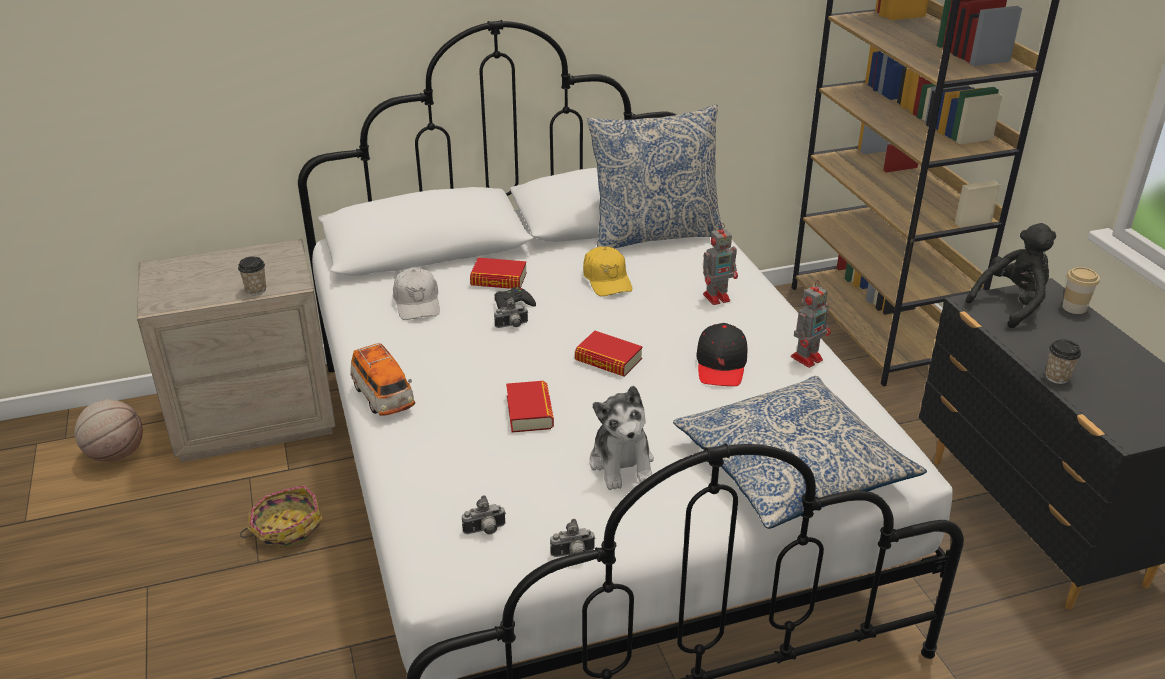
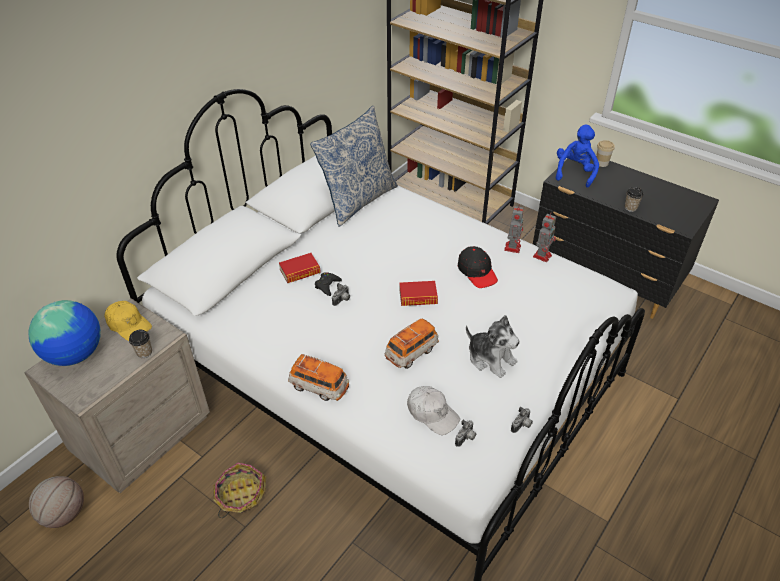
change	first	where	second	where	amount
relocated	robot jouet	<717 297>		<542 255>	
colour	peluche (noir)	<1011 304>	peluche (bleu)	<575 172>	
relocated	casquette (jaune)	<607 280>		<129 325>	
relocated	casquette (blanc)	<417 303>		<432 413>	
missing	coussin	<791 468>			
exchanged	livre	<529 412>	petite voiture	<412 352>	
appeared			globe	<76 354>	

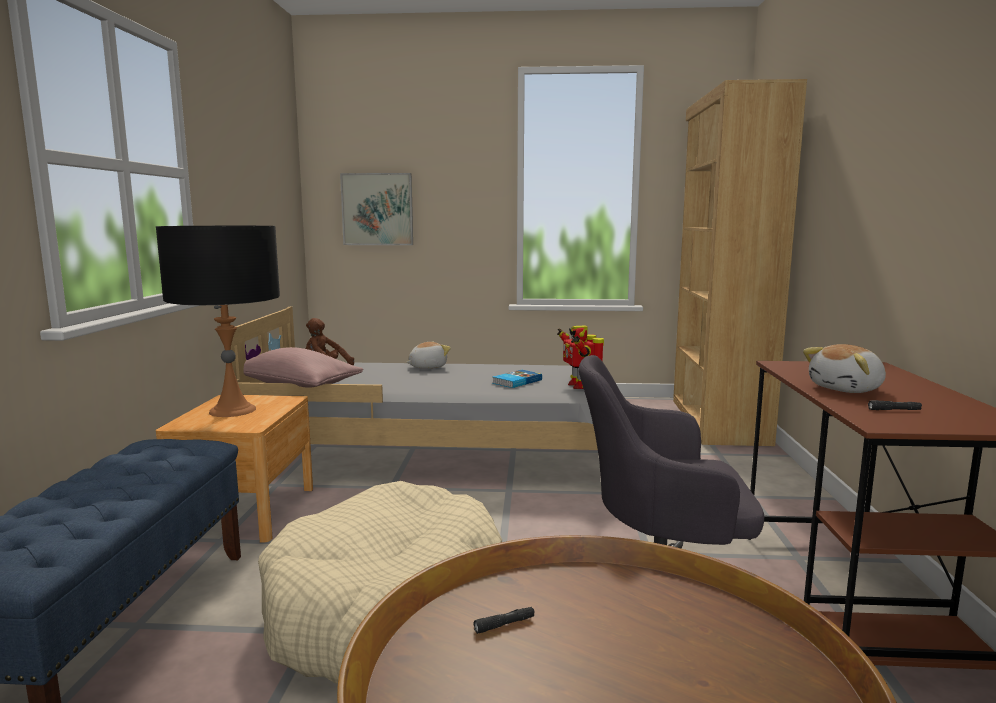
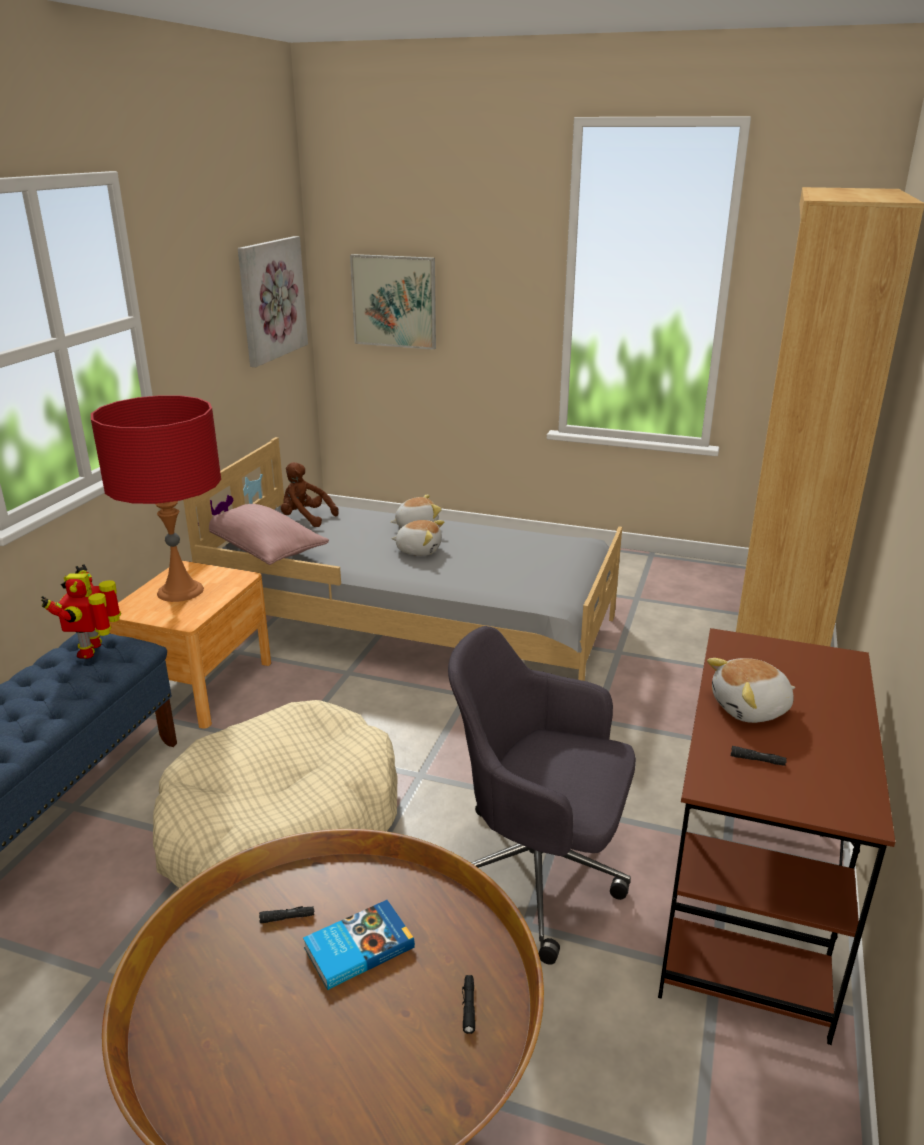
change	first	where	second	where	amount
colour	lampe de table (noir)	<232 410>	lampe de table (rouge)	<180 591>	
relocated	robot jouet	<578 386>		<93 650>	
relocated	livre	<516 381>		<357 947>	
appeared			tableau	<271 299>	
appeared			peluche	<419 550>	
appeared			lampe de poche (noir)	<468 1007>	

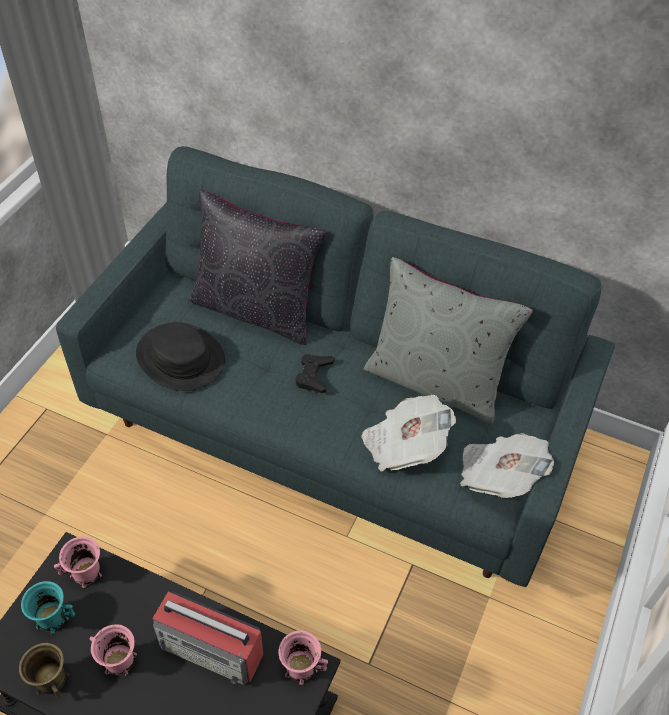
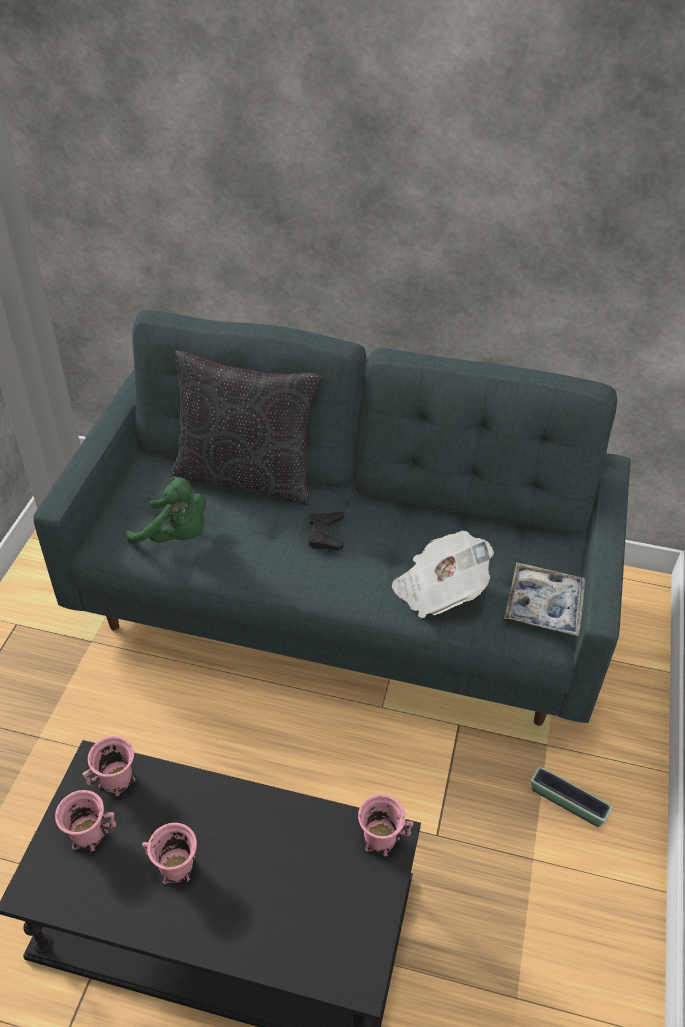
change	first	where	second	where	amount
missing	coussin (gris)	<435 381>			
exchanged	chapeau (noir)	<180 358>	peluche (vert)	<175 536>	
exchanged	journal	<498 475>	plateau	<544 605>	
colour	mug (turquoise)	<52 617>	mug (rose)	<88 834>	
missing	radio	<212 650>			
missing	mug (marron)	<51 679>			
appeared			cache-pot	<567 803>	

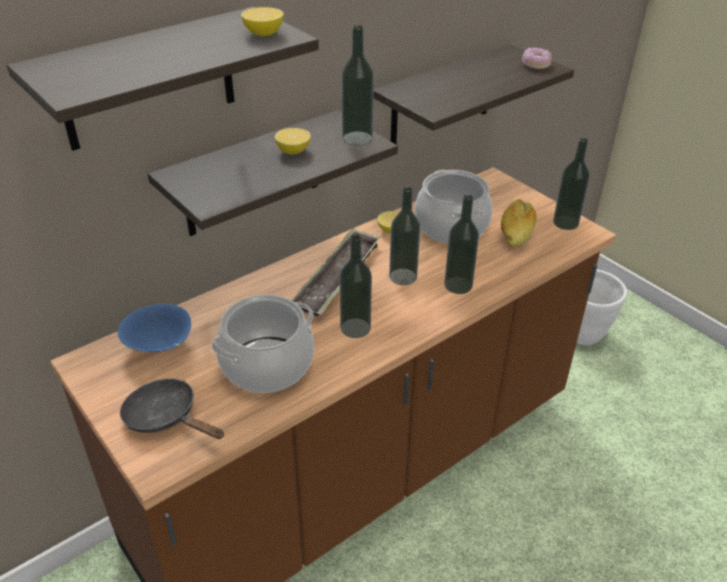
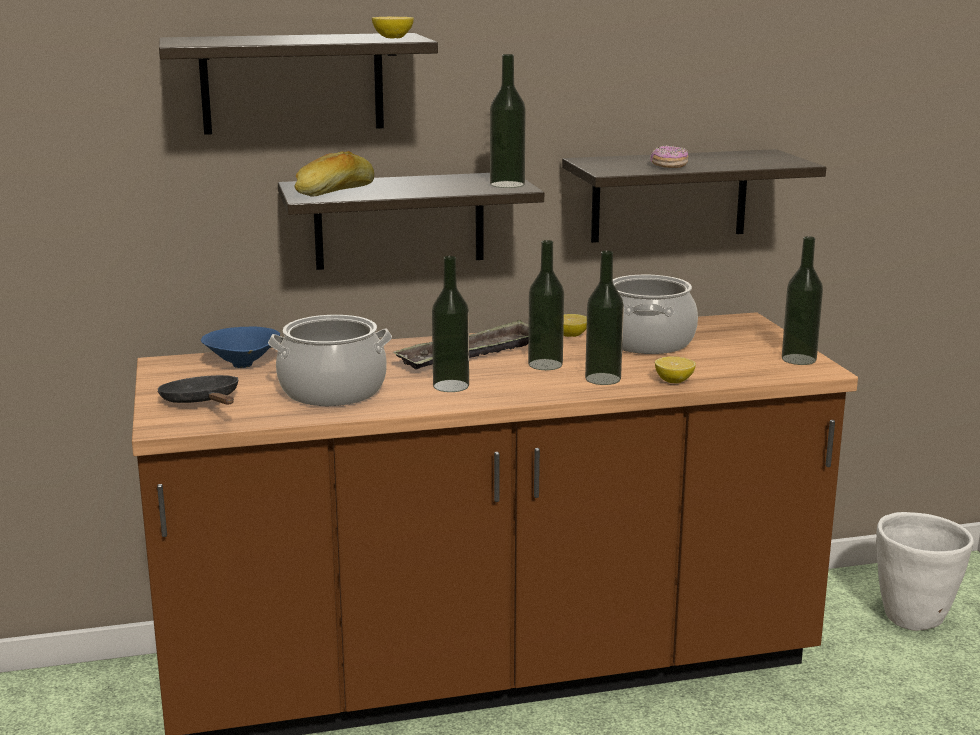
change	first	where	second	where	amount
relocated	beignet	<535 65>		<669 166>	
relocated	citron	<293 151>		<674 381>	
relocated	pain	<516 232>		<335 191>	

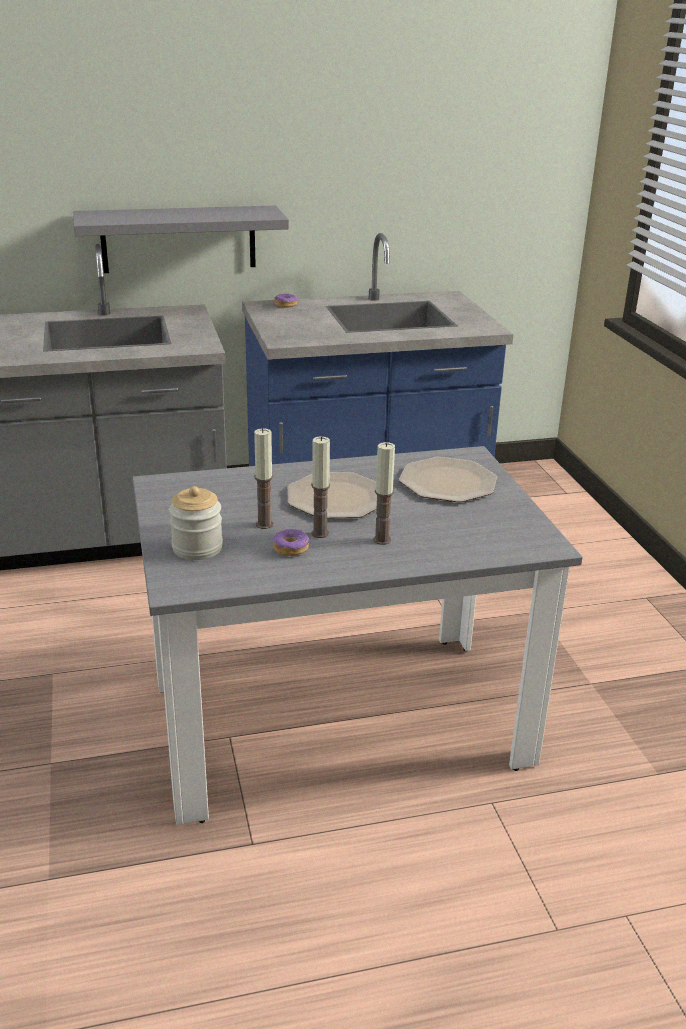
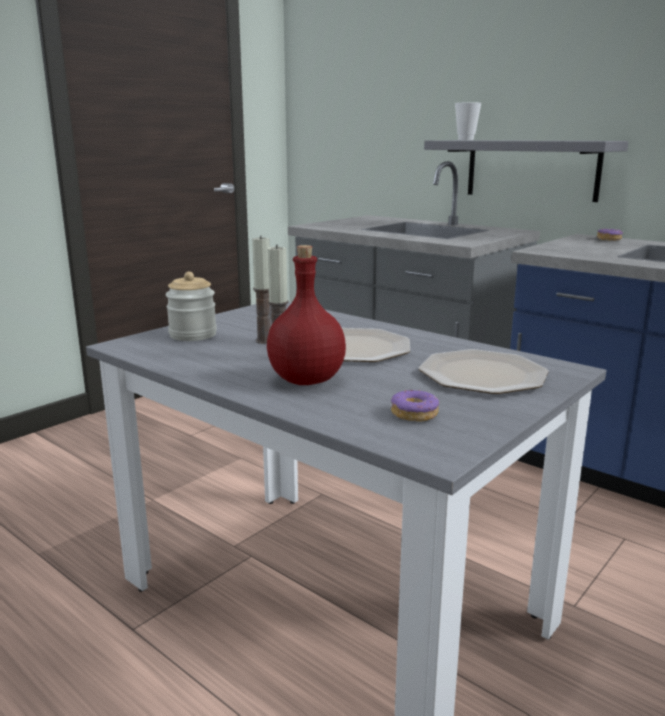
change	first	where	second	where	amount
exchanged	bougie	<382 540>	bouteille (rouge)	<306 380>	
relocated	beignet	<291 548>		<414 414>	
appeared			tasse	<465 140>	

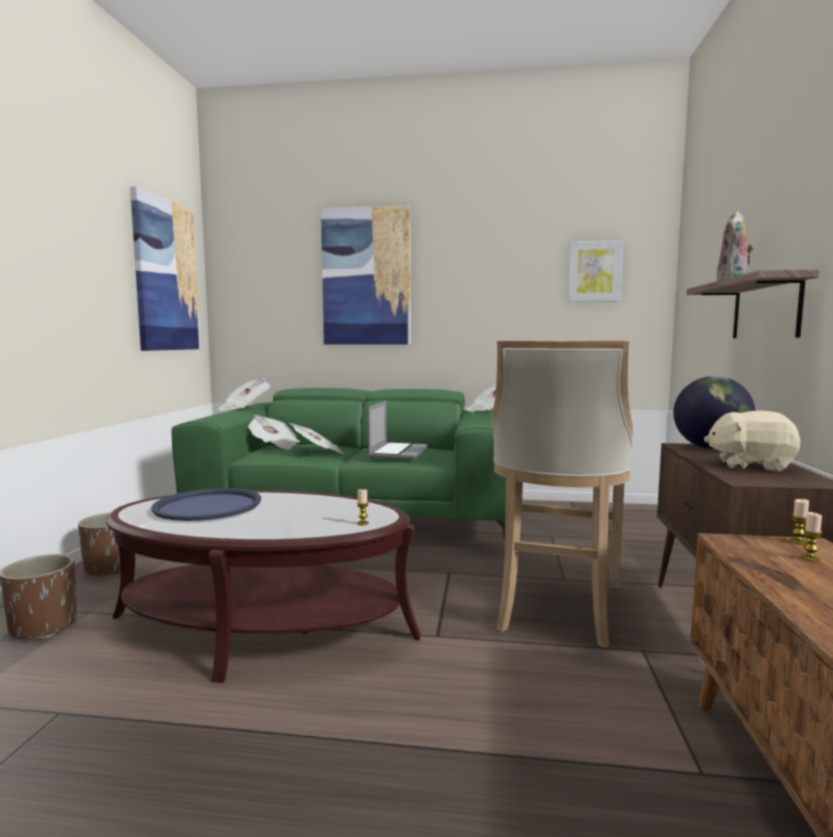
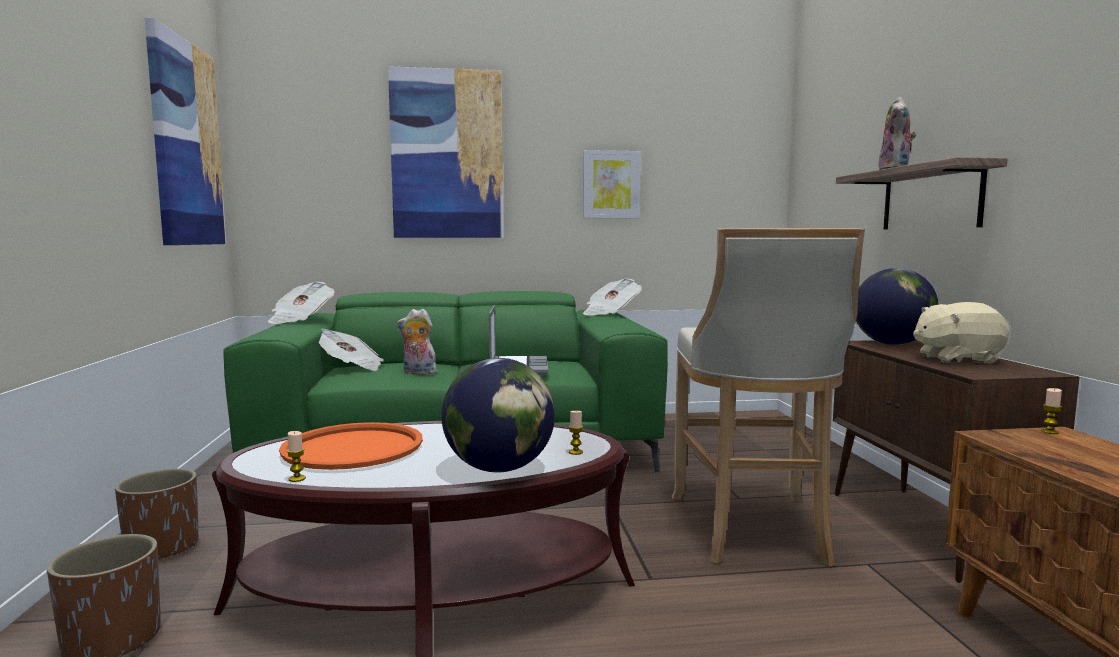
change	first	where	second	where	amount
relocated	tableau	<594 271>		<611 184>	
exchanged	journal	<318 453>	peluche	<418 373>	
colour	plateau (bleu)	<208 506>	plateau (orange)	<353 447>	
relocated	bougie	<809 558>		<297 479>	
appeared			globe	<499 469>	

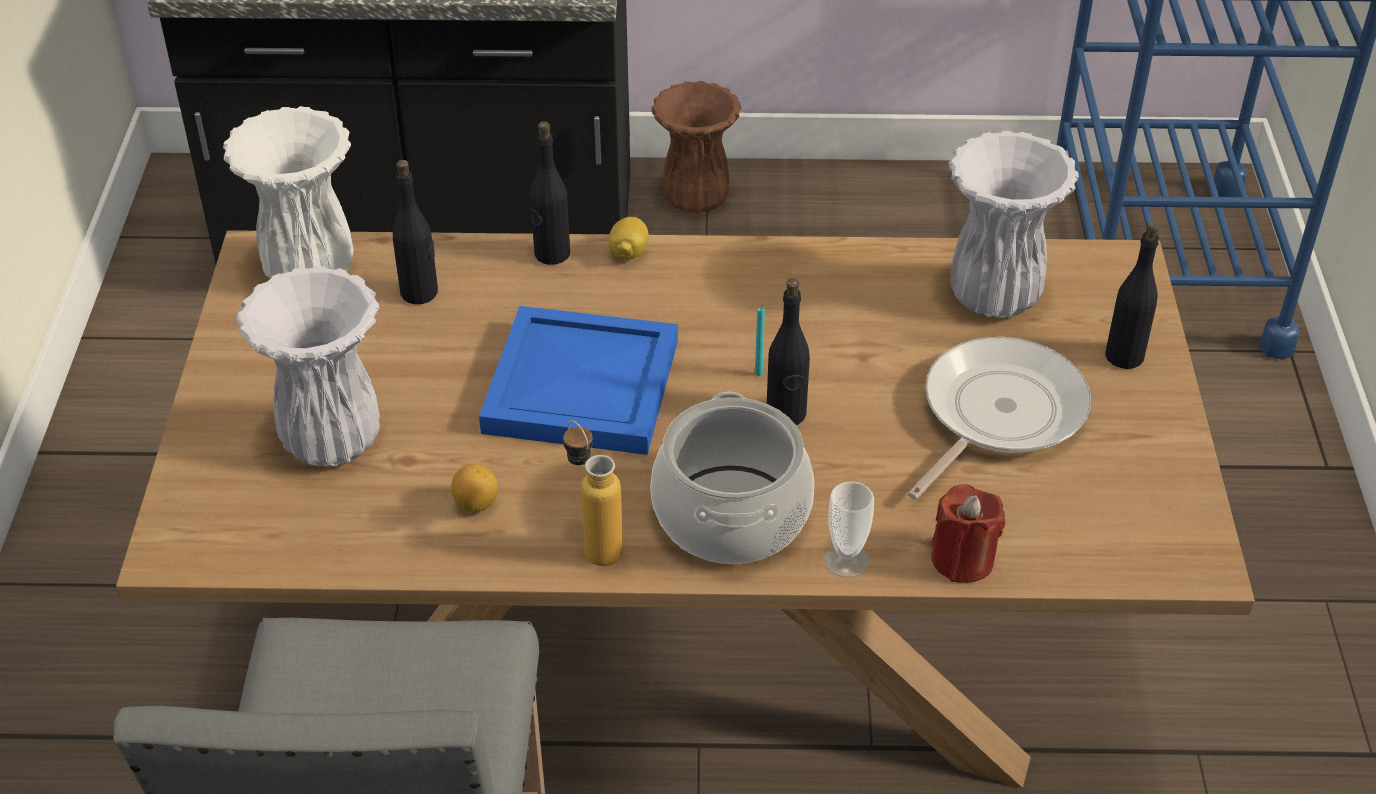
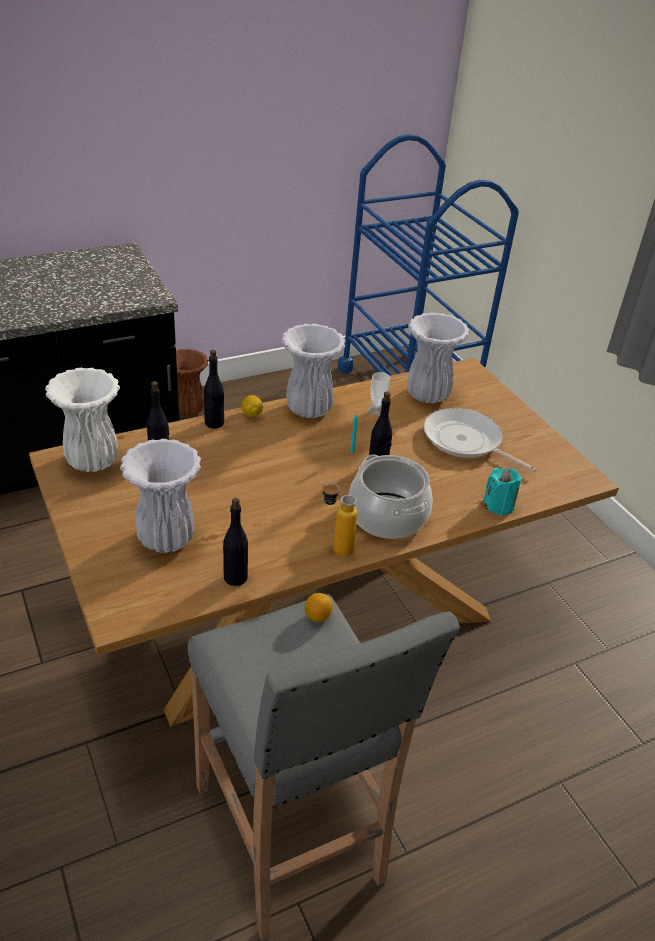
change	first	where	second	where	amount
relocated	bouteille (noir)	<1124 356>		<235 577>	
missing	plateau (bleu)	<578 388>			
spun	poêle	<997 414>		<465 441>	60 degrees counterclockwise
relocated	citron	<476 504>		<317 616>	
relocated	tasse	<846 560>		<377 410>	
colour	bougie (rouge)	<962 559>	bougie (turquoise)	<498 505>	
appeared			vase (blanc)	<308 409>	

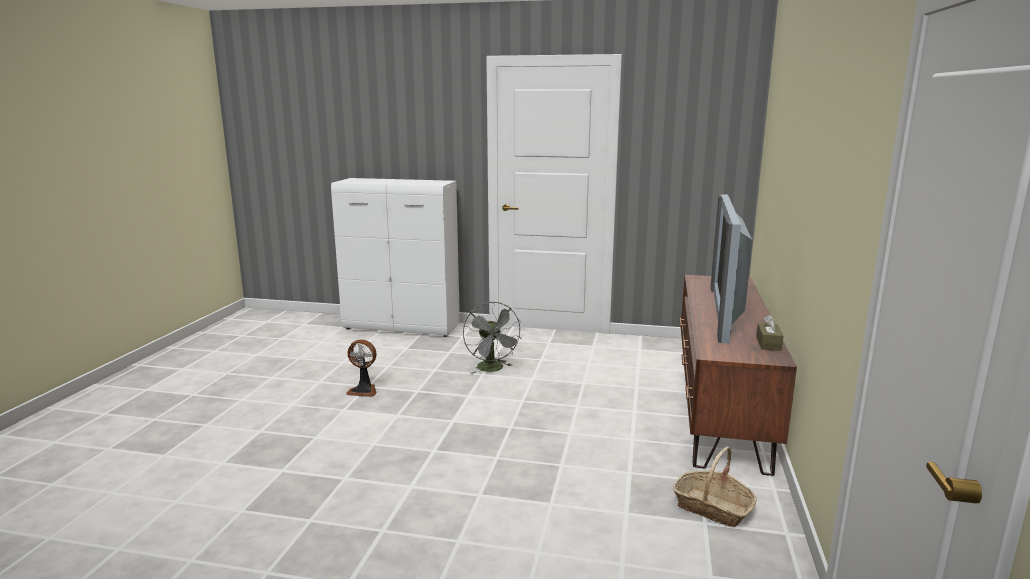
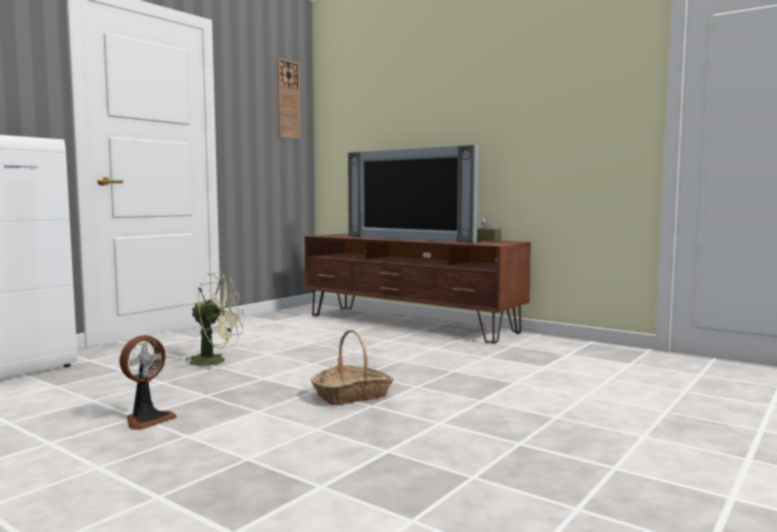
change	first	where	second	where	amount
colour	ventilateur (gris)	<493 369>	ventilateur (vert)	<216 362>	
relocated	panier	<713 508>		<352 395>	
appeared			horloge murale	<288 99>	

